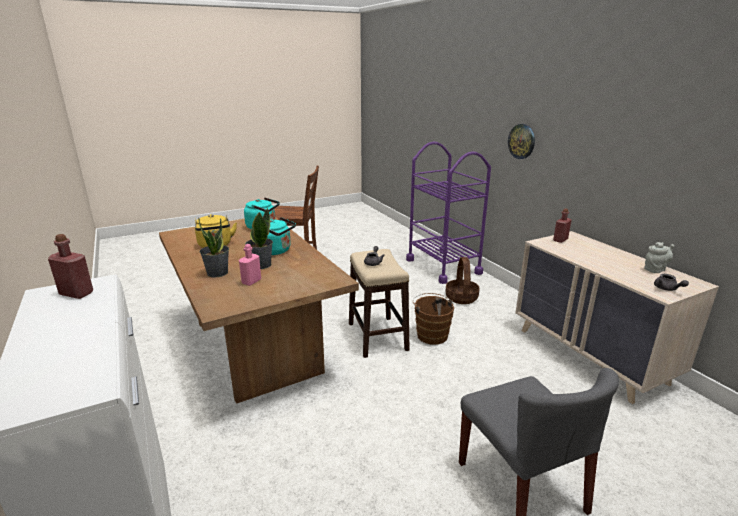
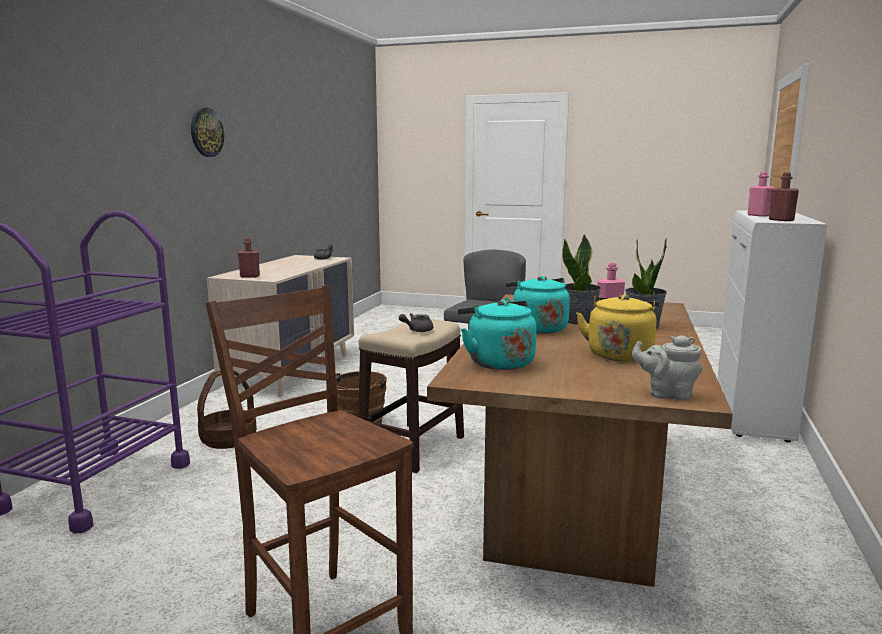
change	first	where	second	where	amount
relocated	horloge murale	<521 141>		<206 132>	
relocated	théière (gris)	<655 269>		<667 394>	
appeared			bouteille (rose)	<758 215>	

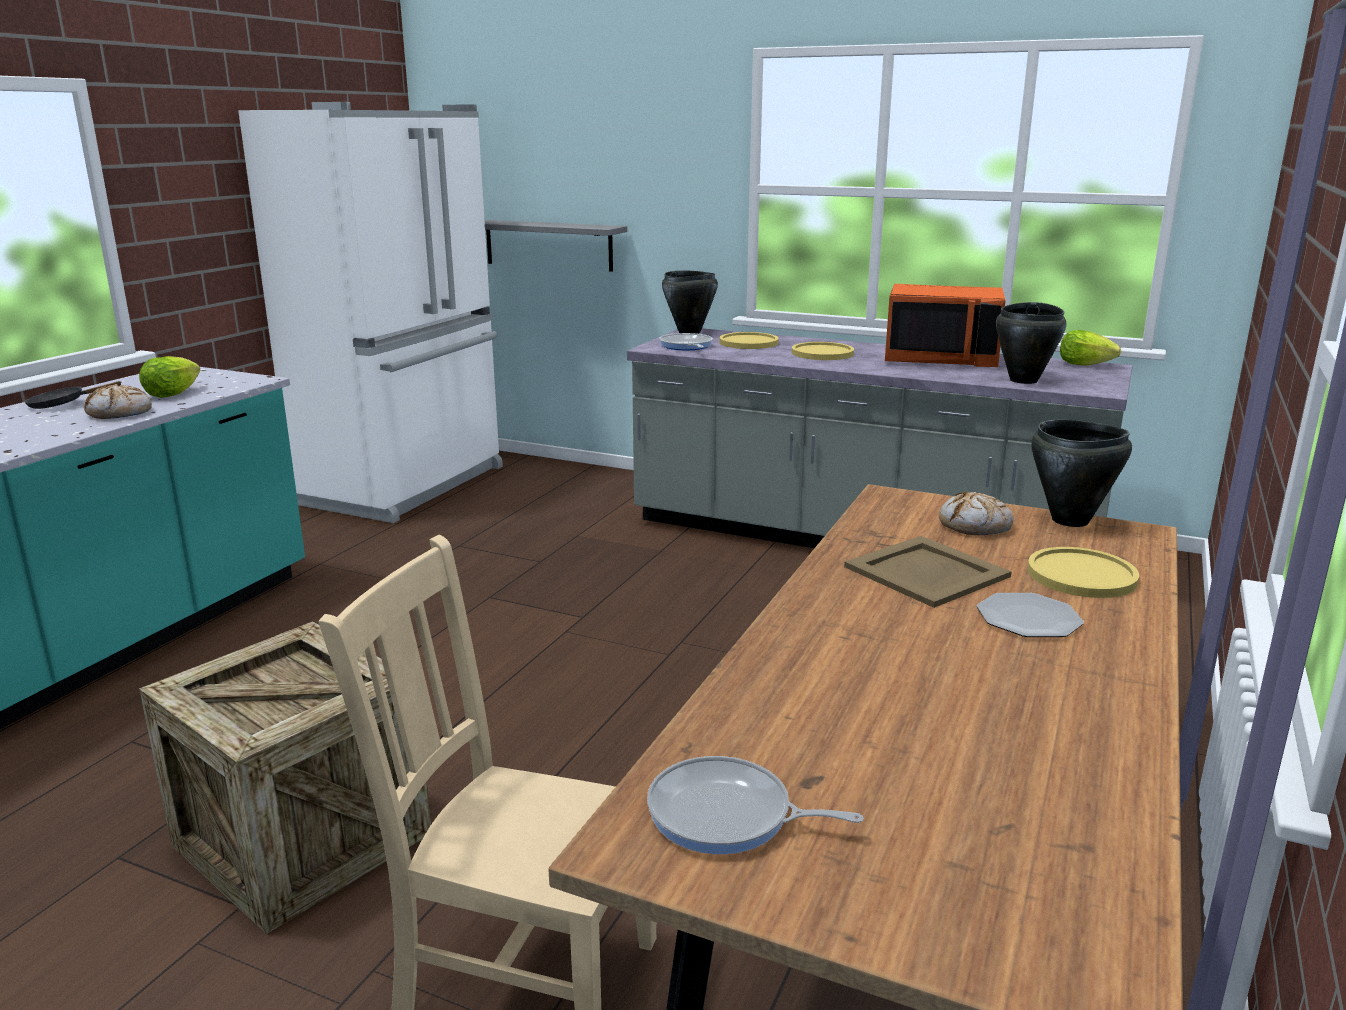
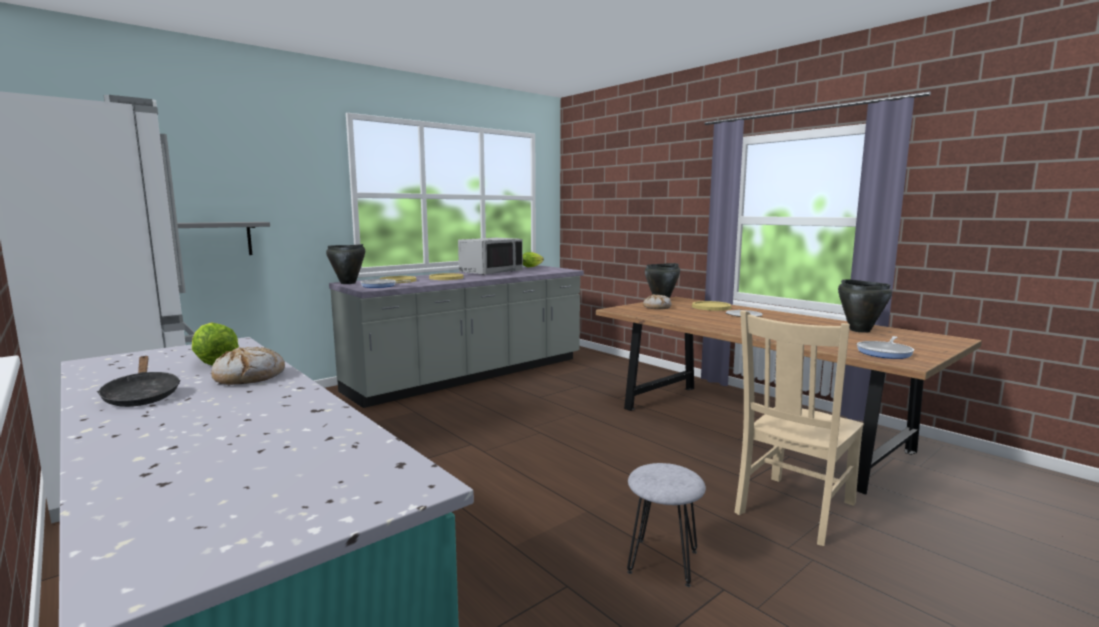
change	first	where	second	where	amount
colour	micro-ondes (orange)	<941 359>	micro-ondes (gris)	<490 272>	
relocated	marmite (noir)	<1024 380>		<859 330>	
spun	poêle (noir)	<63 405>		<142 396>	45 degrees counterclockwise
missing	plateau (beige)	<926 572>			
exchanged	caisse	<303 840>	tabouret (gris)	<663 561>	

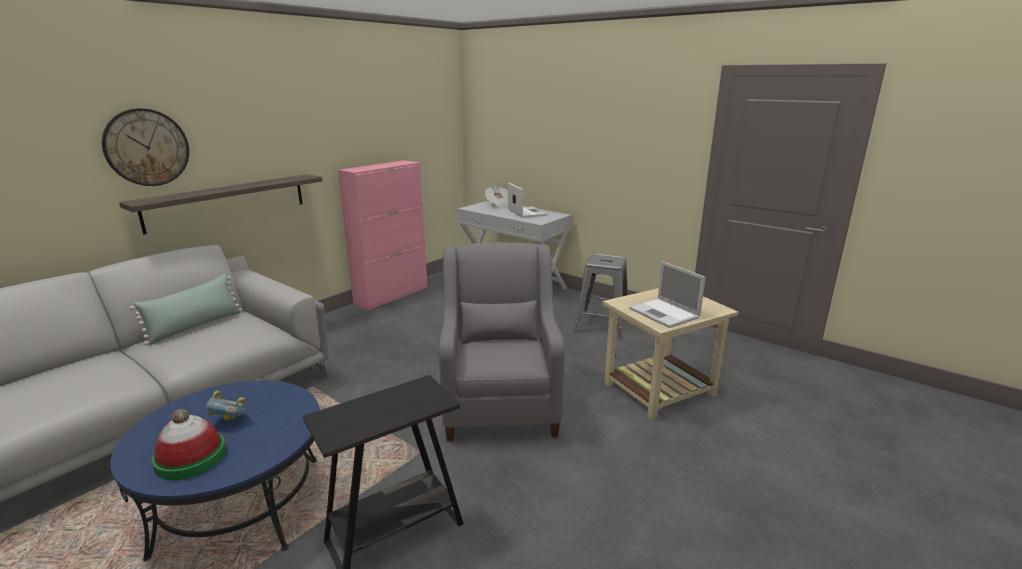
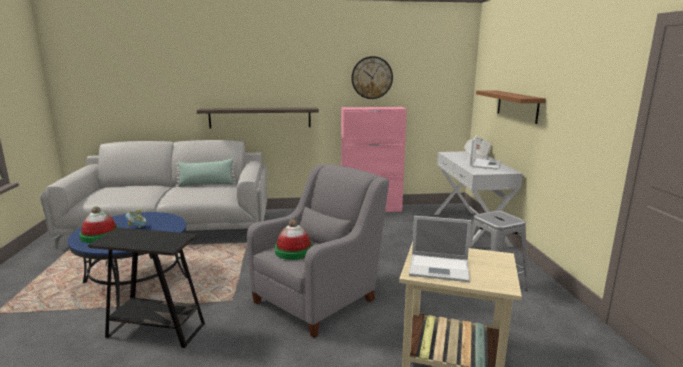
change	first	where	second	where	amount
relocated	horloge murale	<147 147>		<372 77>	
spun	ordinateur portable	<665 313>		<440 268>	90 degrees counterclockwise
appeared			étagère (marron)	<517 106>	
appeared			chapeau	<293 251>	

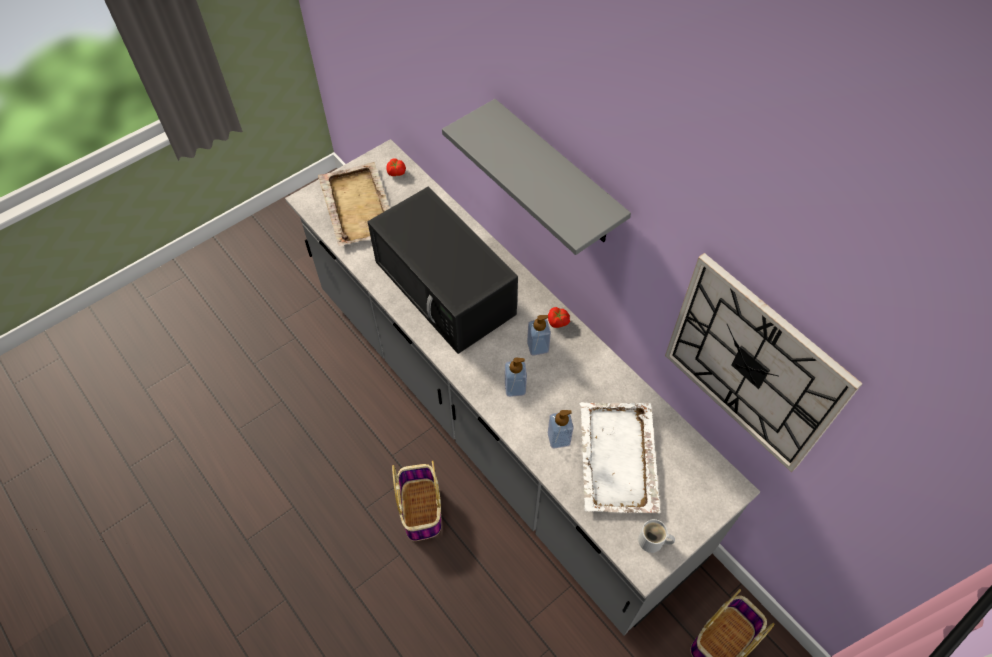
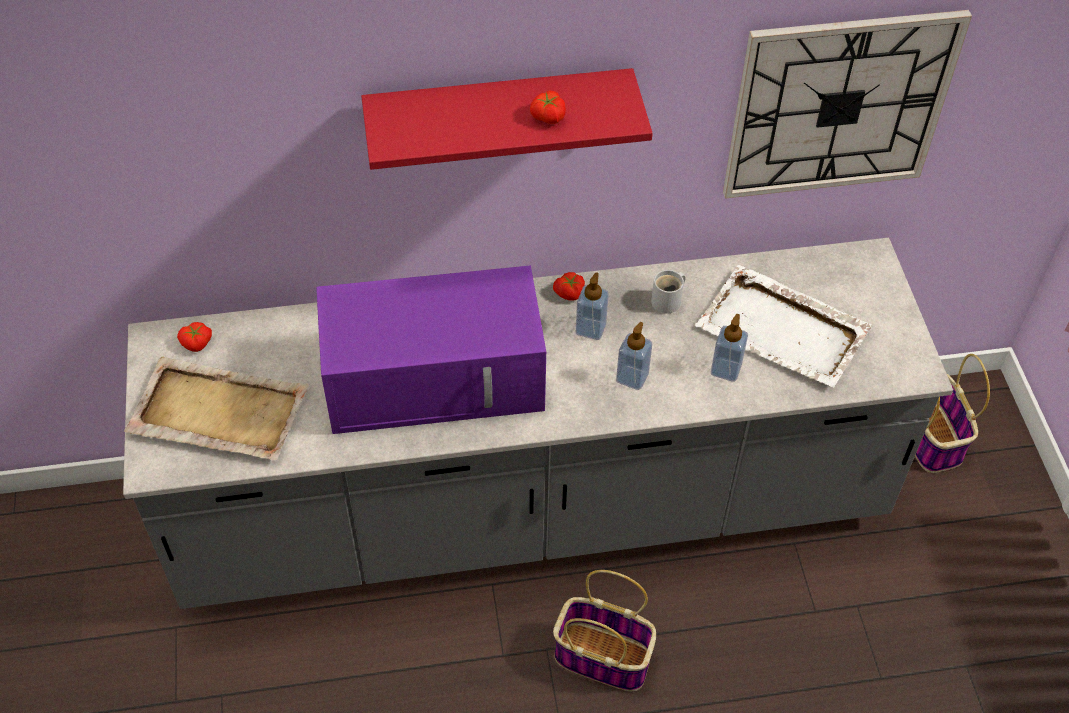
change	first	where	second	where	amount
colour	étagère (gris)	<557 176>	étagère (rouge)	<499 115>	
colour	micro-ondes (noir)	<446 288>	micro-ondes (violet)	<437 377>	
relocated	mug (blanc)	<653 542>		<669 301>	
appeared			tomate	<547 117>	

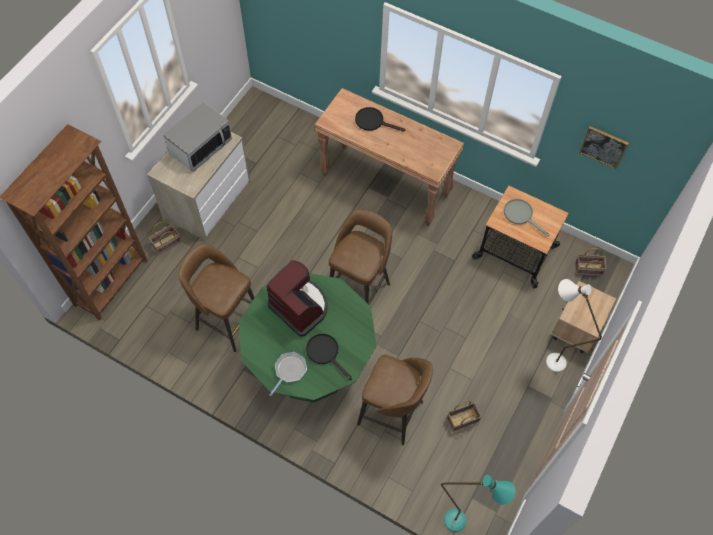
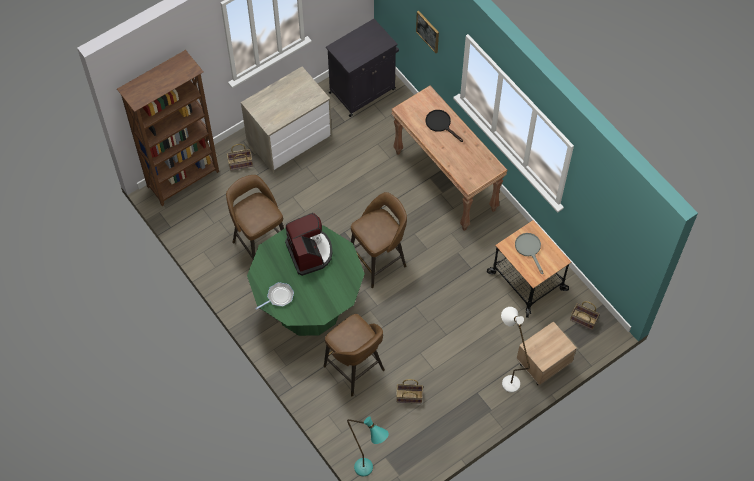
change	first	where	second	where	amount
missing	micro-ondes	<200 146>			
relocated	tableau	<603 146>		<428 31>	
missing	poêle (noir)	<326 353>			
appeared			meuble de rangement (noir)	<363 90>	

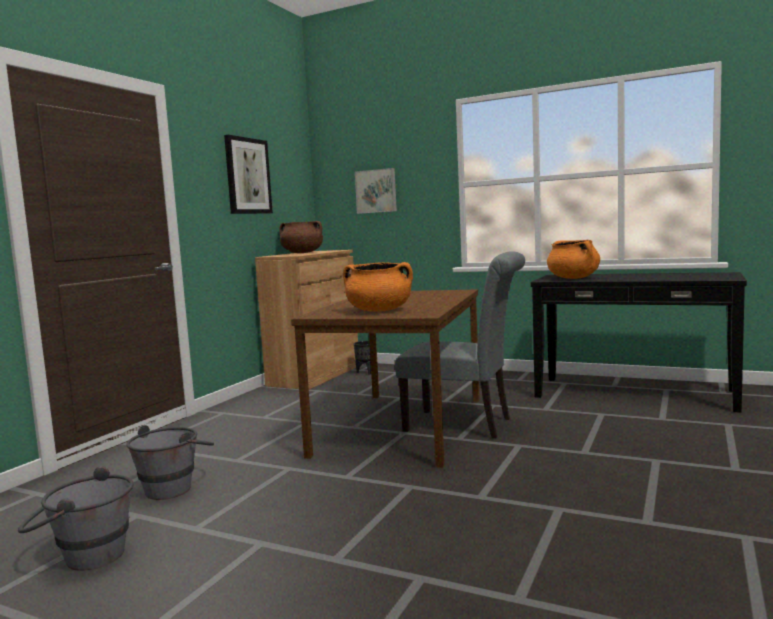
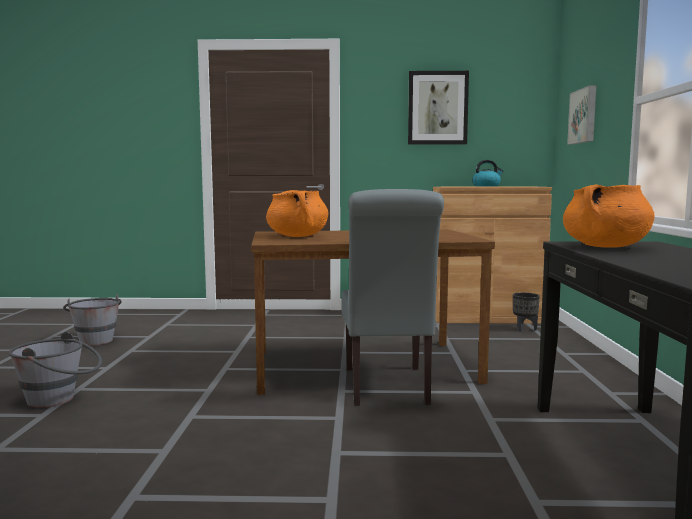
change	first	where	second	where	amount
exchanged	marmite (marron)	<302 253>	bouilloire	<486 186>	
relocated	seau (gris)	<175 486>		<60 399>	

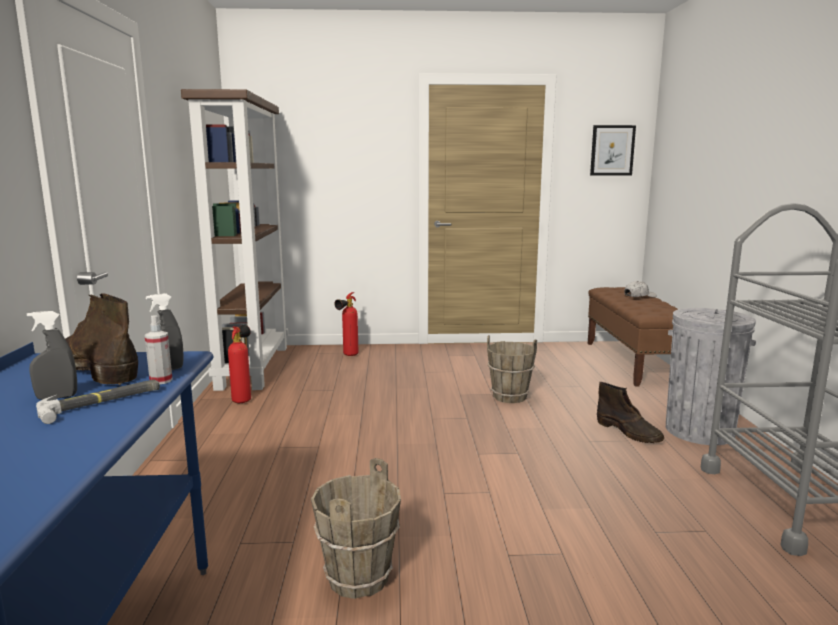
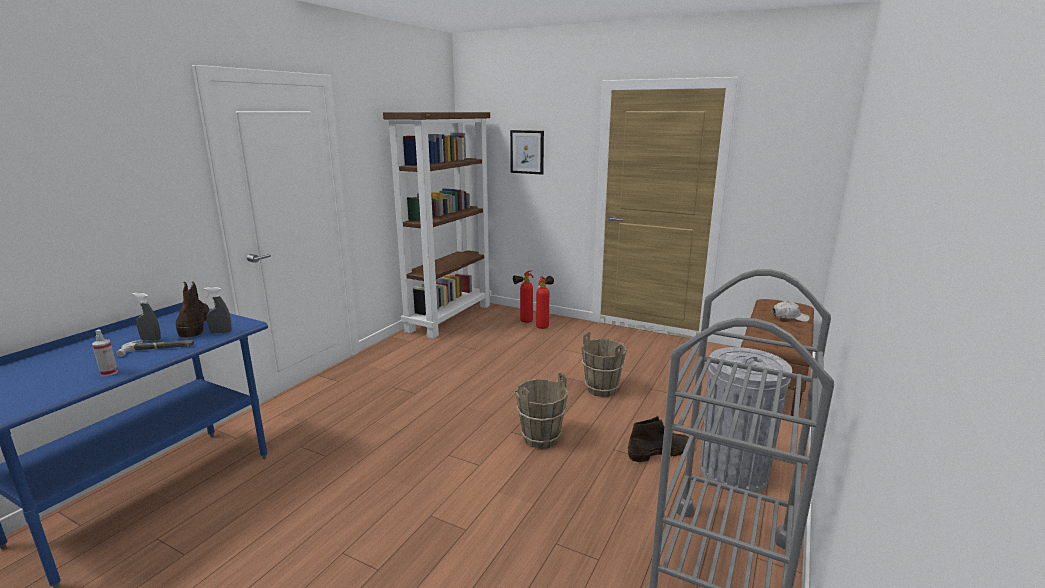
change	first	where	second	where	amount
relocated	tableau	<612 150>		<527 152>	
relocated	vaporisateur	<161 380>		<109 373>	
relocated	extincteur	<243 400>		<544 326>	
spun	botte (marron)	<629 432>		<660 452>	105 degrees counterclockwise
relocated	seau (marron)	<357 578>		<540 438>	

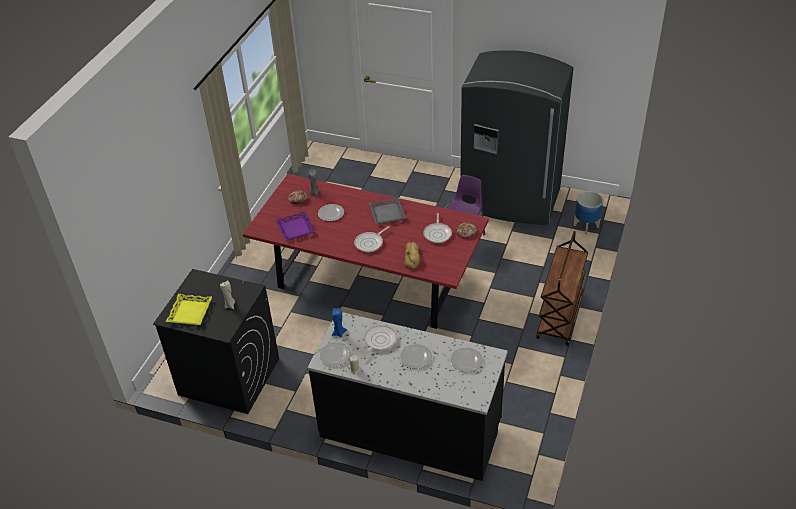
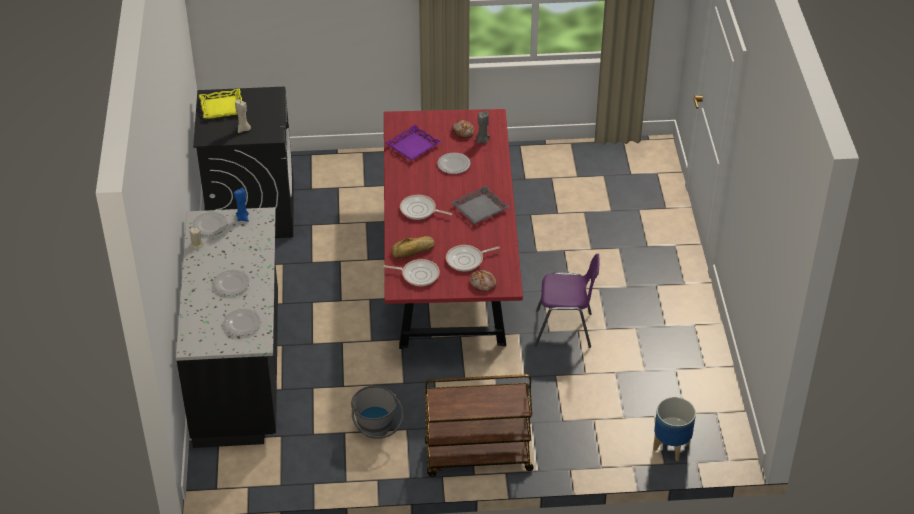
change	first	where	second	where	amount
missing	réfrigérateur (gris)	<510 200>			
relocated	poêle	<379 341>		<418 274>	
appeared			seau (gris)	<377 432>	

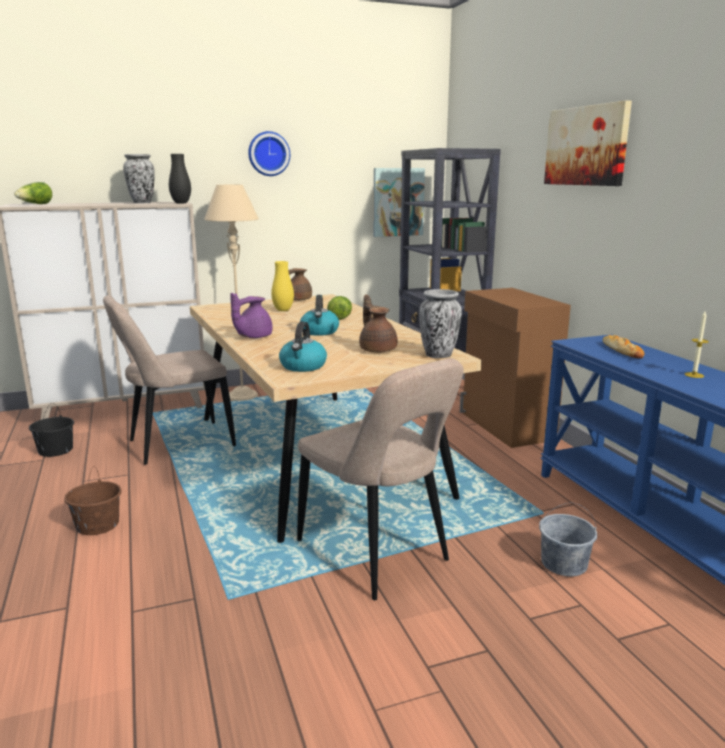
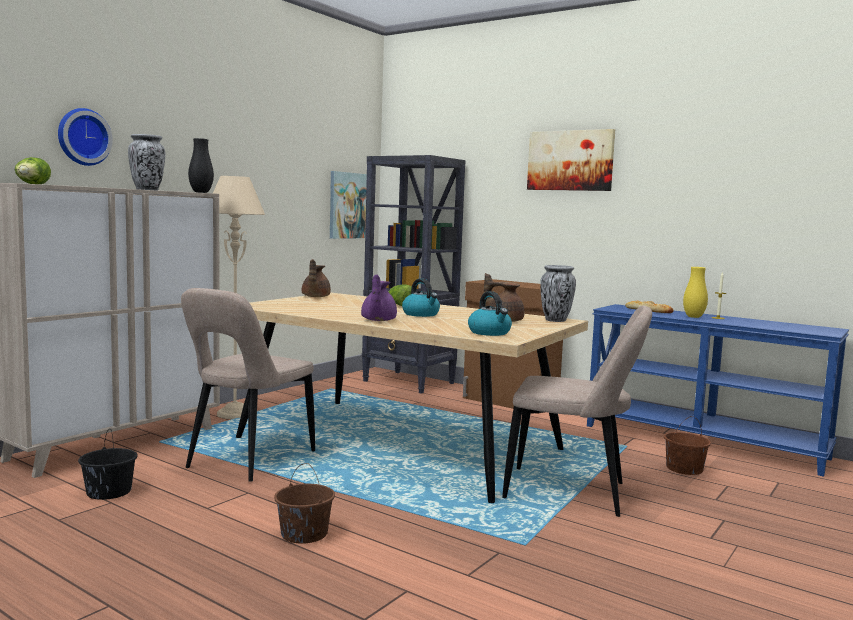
change	first	where	second	where	amount
relocated	horloge murale	<268 154>		<83 137>	
relocated	vase (jaune)	<283 310>		<693 317>	
colour	seau (gris)	<564 564>	seau (marron)	<684 469>	

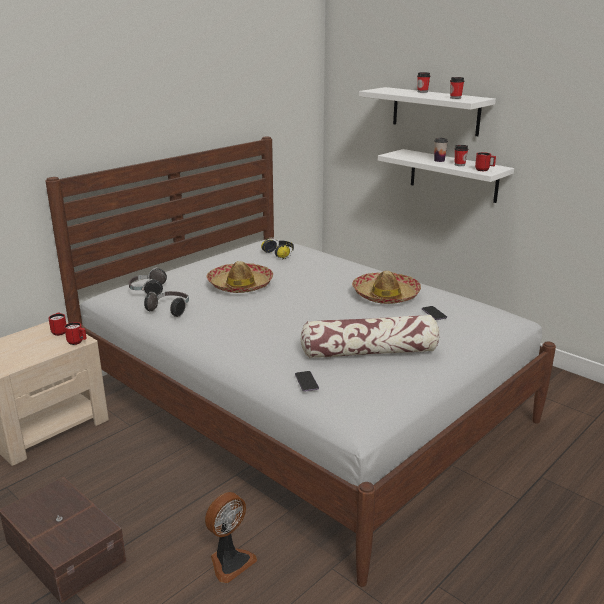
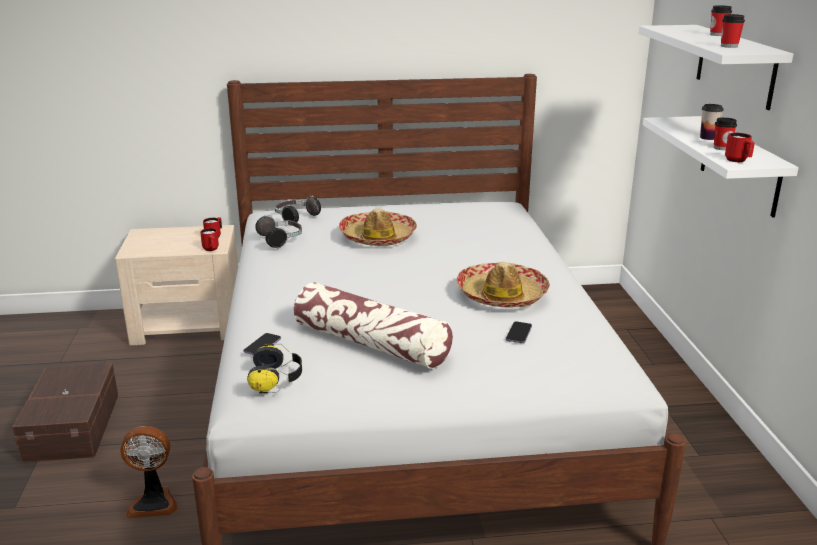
change	first	where	second	where	amount
relocated	casque audio	<280 254>		<277 379>	

